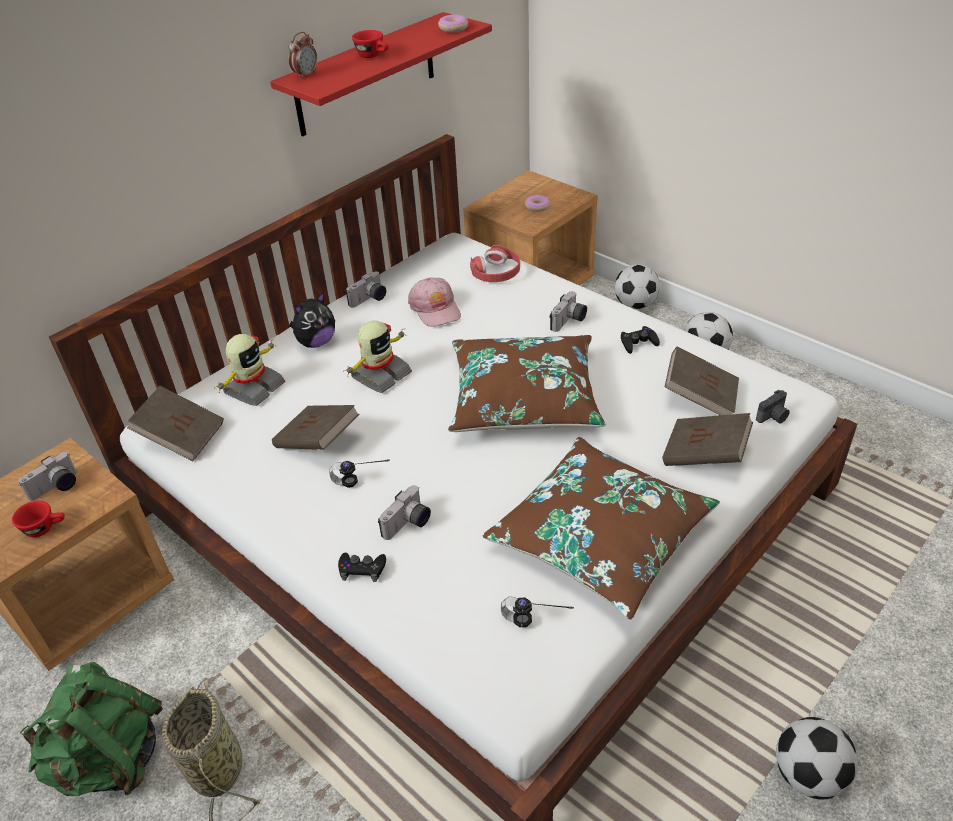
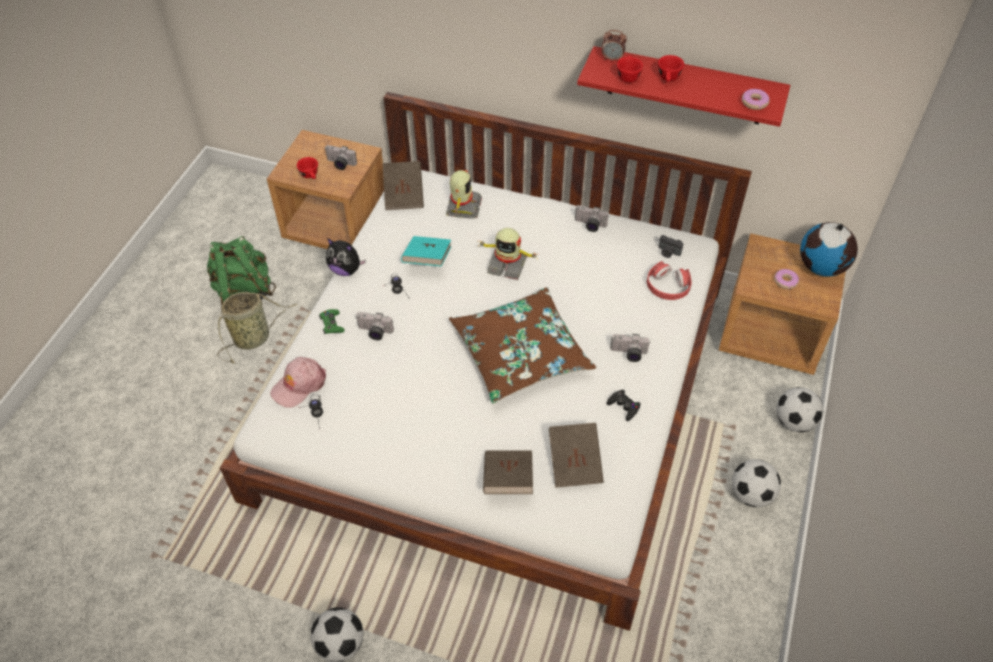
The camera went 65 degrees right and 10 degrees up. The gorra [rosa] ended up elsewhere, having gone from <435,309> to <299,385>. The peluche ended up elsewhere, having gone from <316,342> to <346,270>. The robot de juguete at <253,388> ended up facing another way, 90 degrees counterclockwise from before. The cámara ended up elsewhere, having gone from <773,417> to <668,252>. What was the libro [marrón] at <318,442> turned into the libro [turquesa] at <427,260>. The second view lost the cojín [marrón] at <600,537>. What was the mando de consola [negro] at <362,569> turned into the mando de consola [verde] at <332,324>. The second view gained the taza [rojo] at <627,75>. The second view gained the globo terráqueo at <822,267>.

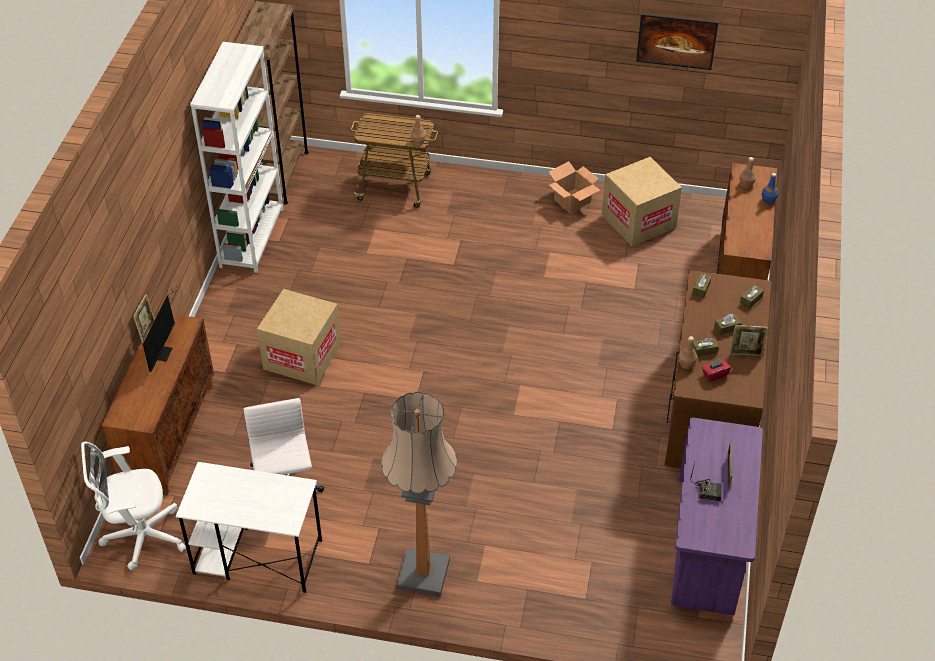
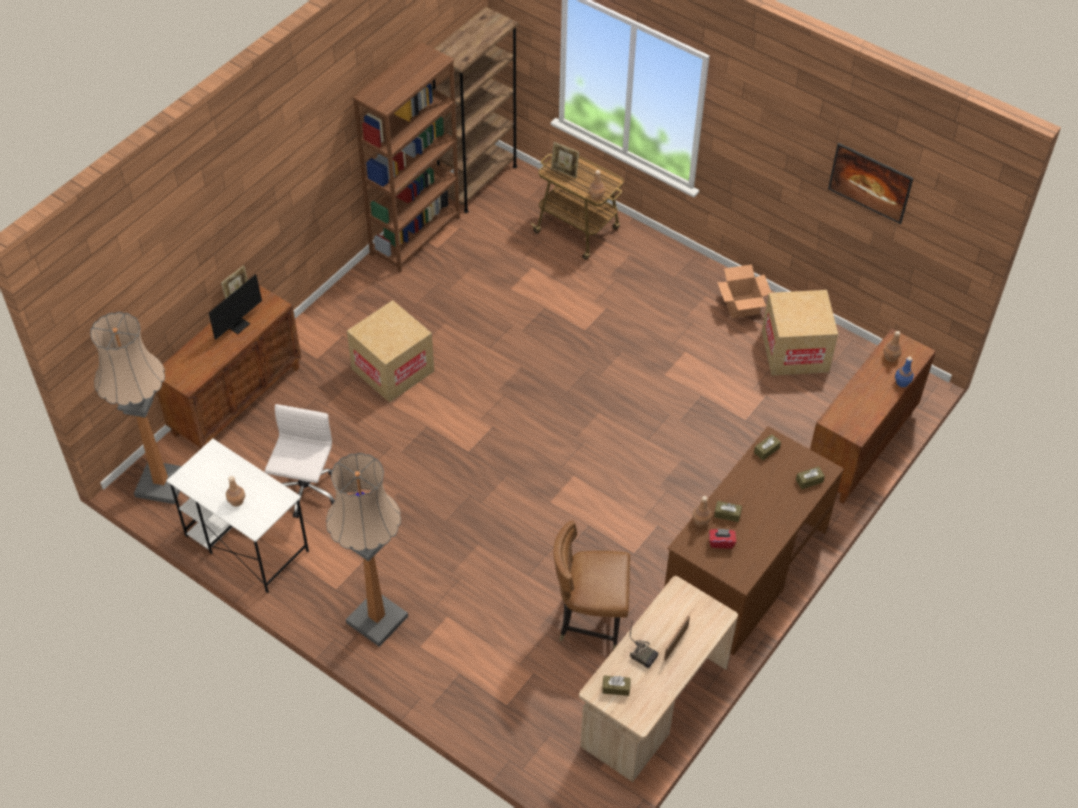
The camera went 25 degrees right and 5 degrees up. What was the estantería [blanco] at <252,238> turned into the estantería [marrón] at <415,236>. The caja de pañuelos [marrón] ended up elsewhere, having gone from <727,328> to <616,688>. The portarretratos ended up elsewhere, having gone from <745,353> to <564,172>. What was the escritorio [morado] at <708,545> turned into the escritorio [beis] at <653,705>. Where the silla de oficina [blanco] stood at <140,536>, the lámpara de pie came to stand at <161,484>. The second view gained the botella [marrón] at <237,501>. The second view gained the silla [marrón] at <590,620>.

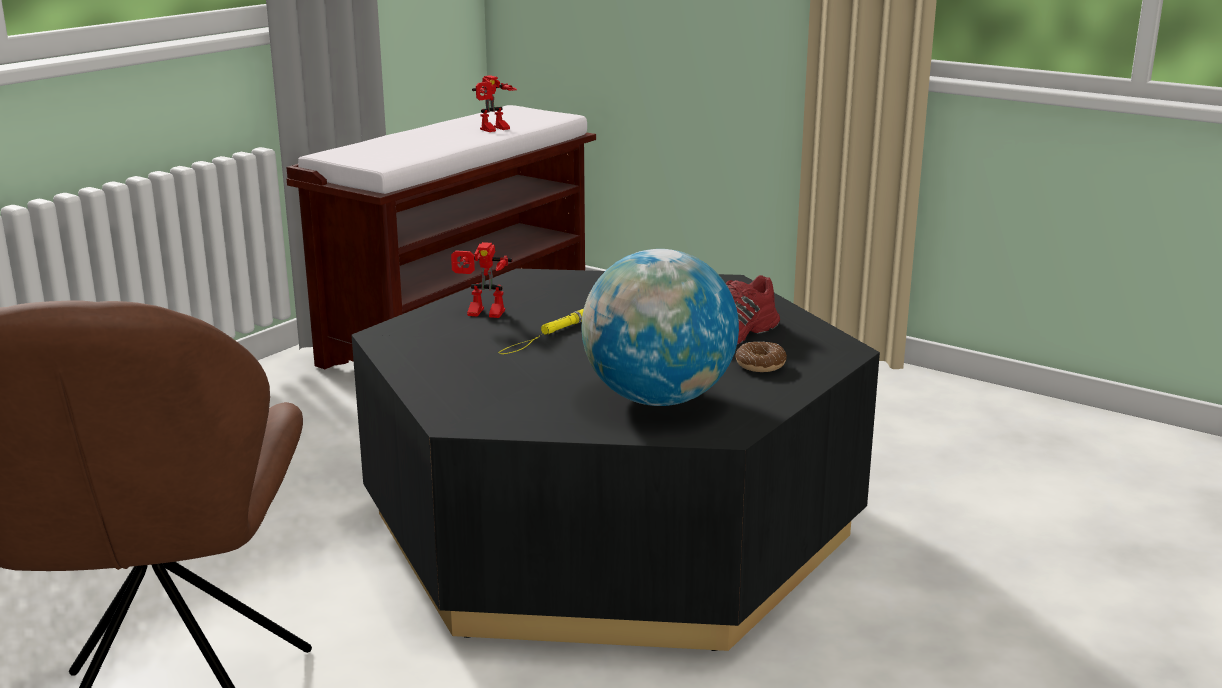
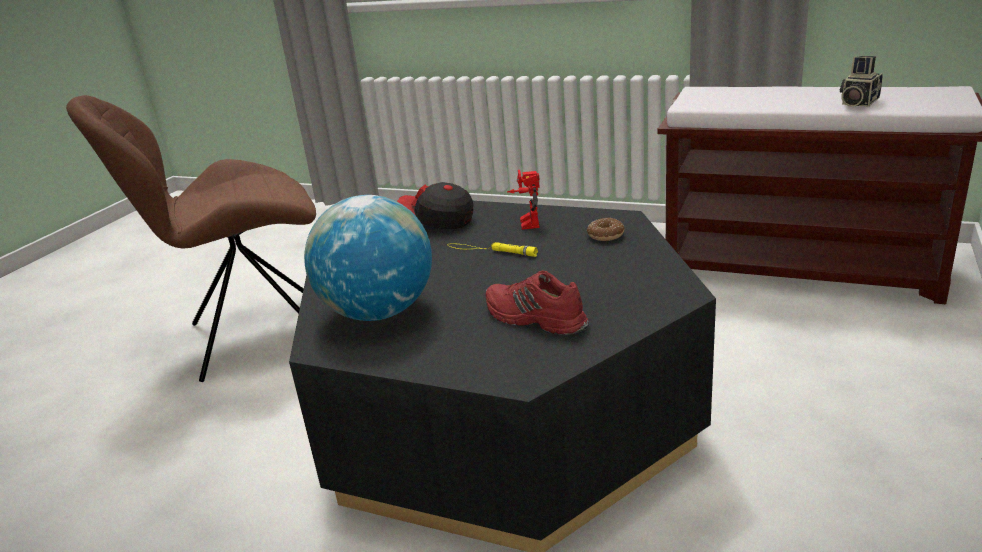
The camera went 80 degrees right and 5 degrees up. Where the robot de juguete stood at <495,130>, the cámara came to stand at <857,103>. The rosquilla ended up elsewhere, having gone from <760,365> to <605,235>. The second view gained the gorra at <437,221>.

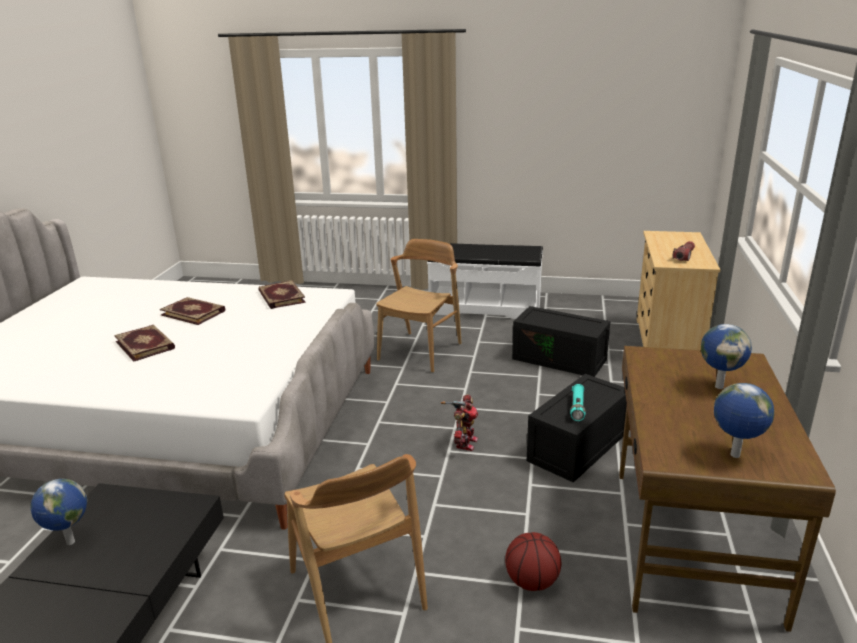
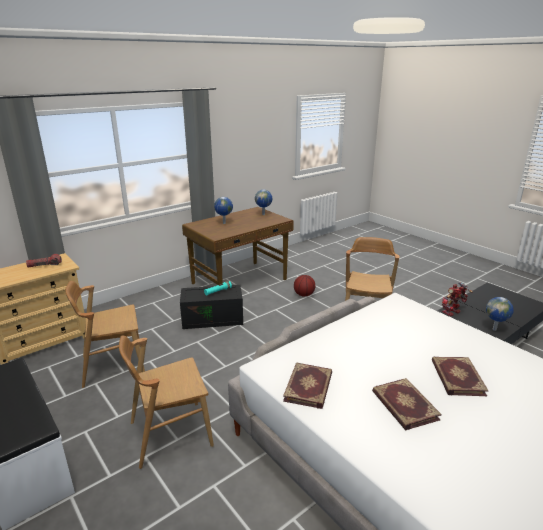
The camera went 140 degrees left and 0 degrees up. Where the caja de almacenaje [negro] stood at <561,359>, the silla [marrón] came to stand at <113,365>. The robot de juguete ended up elsewhere, having gone from <464,443> to <452,312>.

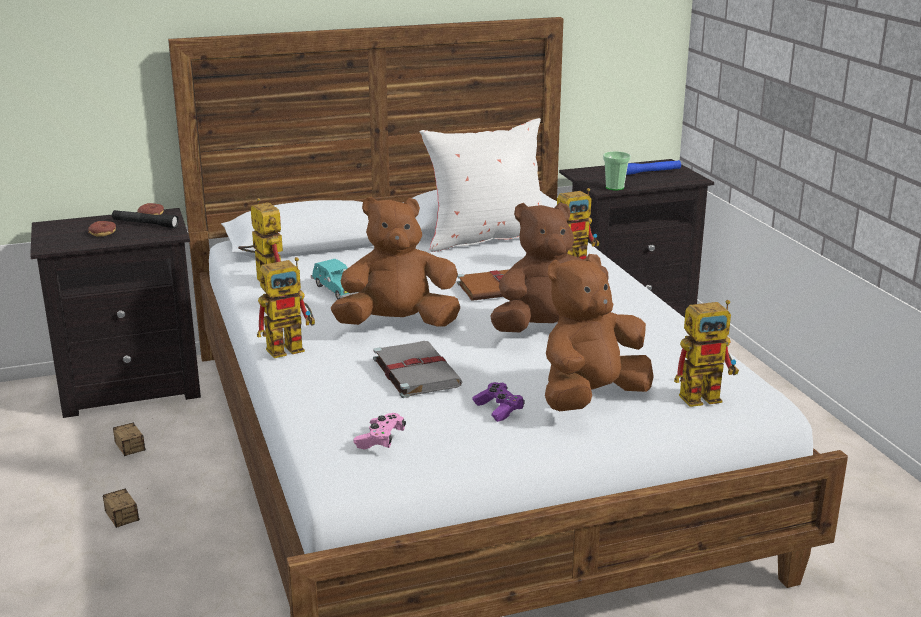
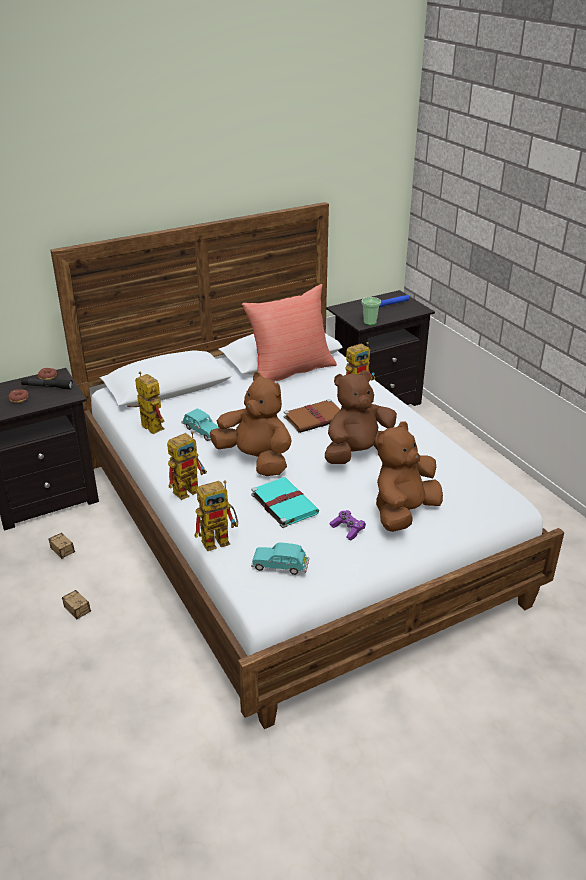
The camera went 10 degrees left and 10 degrees up. What was the cojín [blanco] at <487,238> turned into the cojín [rojo] at <290,371>. The peluche [marrón] at <397,324> ended up facing another way, 60 degrees clockwise from before. The robot de juguete ended up elsewhere, having gone from <707,395> to <220,539>. What was the libro [gris] at <415,371> turned into the libro [turquesa] at <283,503>. Where the mando de consola [rosa] stood at <380,440>, the coche de juguete [turquesa] came to stand at <280,566>.

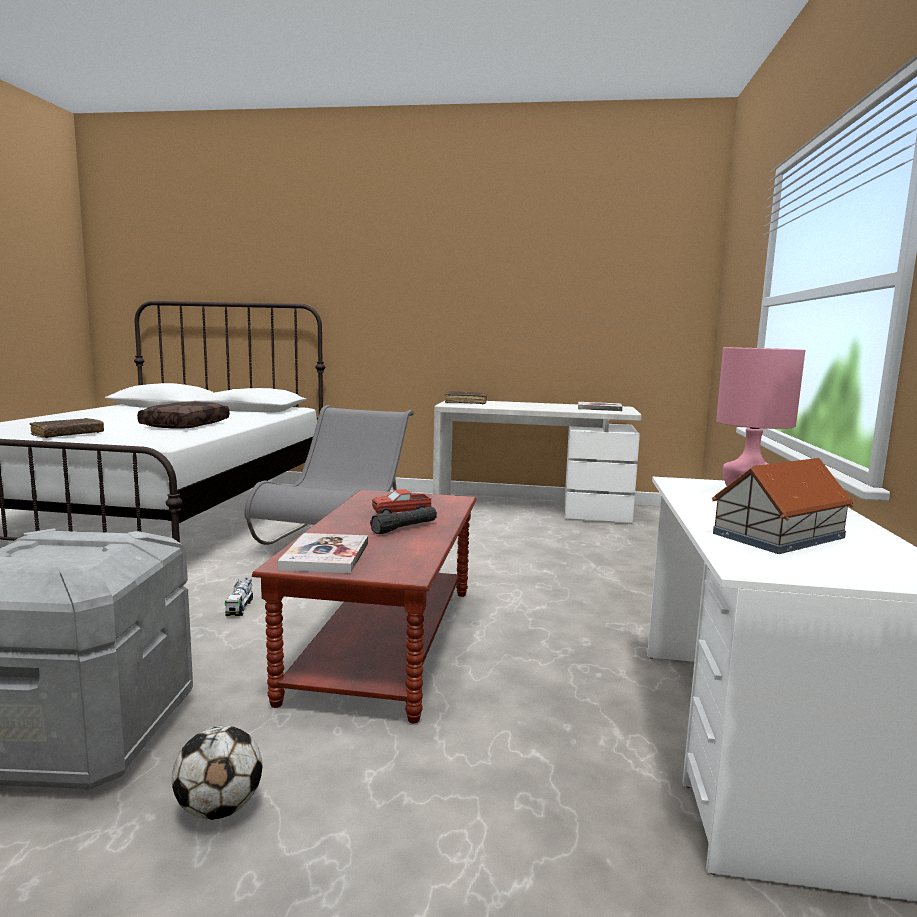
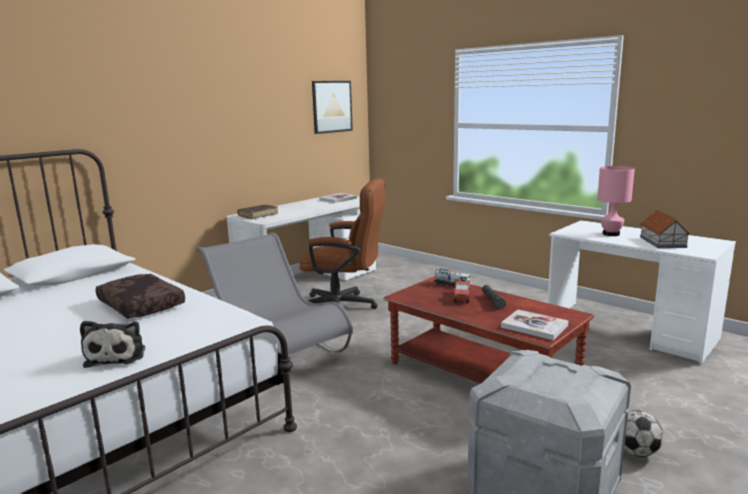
The camera went 55 degrees left and 5 degrees up. Where the libro [marrón] stood at <68,435>, the peluche came to stand at <117,355>. The camión de juguete ended up elsewhere, having gone from <240,607> to <451,285>. The second view gained the cuadro at <332,106>. The second view gained the silla de oficina [marrón] at <344,306>.

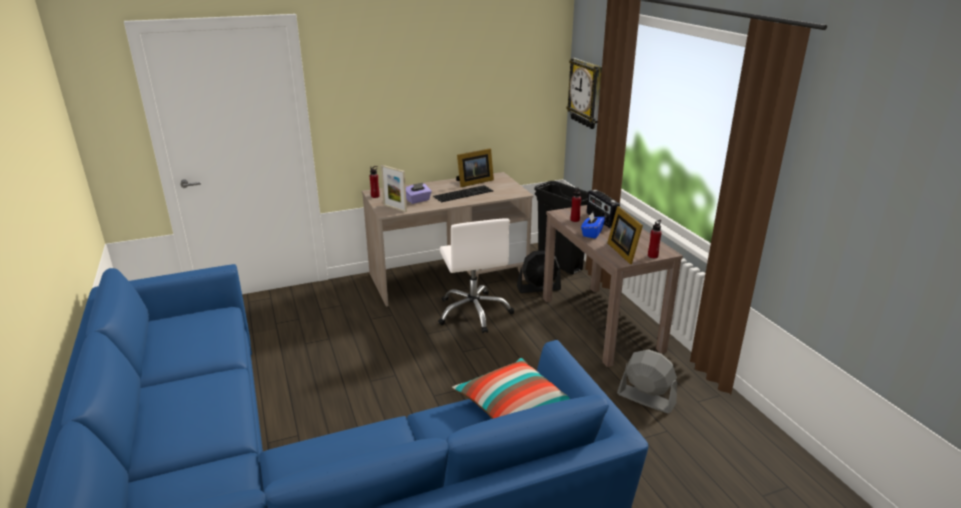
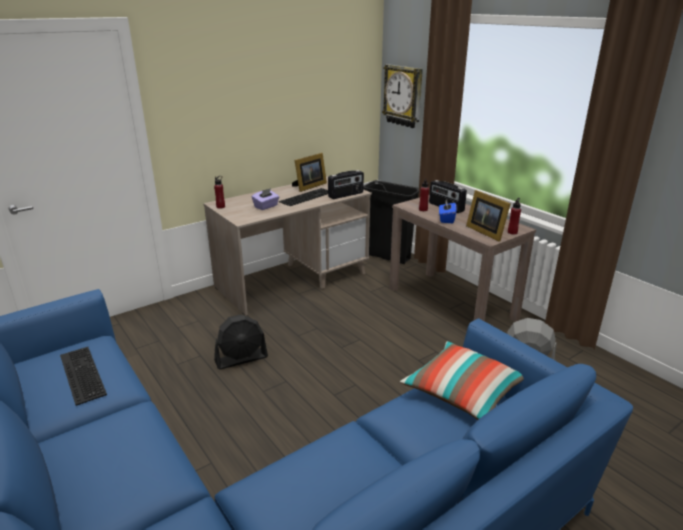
The camera went 15 degrees left and 0 degrees up. The second view lost the portarretratos at <395,208>. The second view lost the silla de oficina [blanco] at <474,312>. The ventilador [negro] ended up elsewhere, having gone from <538,288> to <241,359>. The second view gained the radio at <346,195>. The second view gained the teclado at <80,374>.

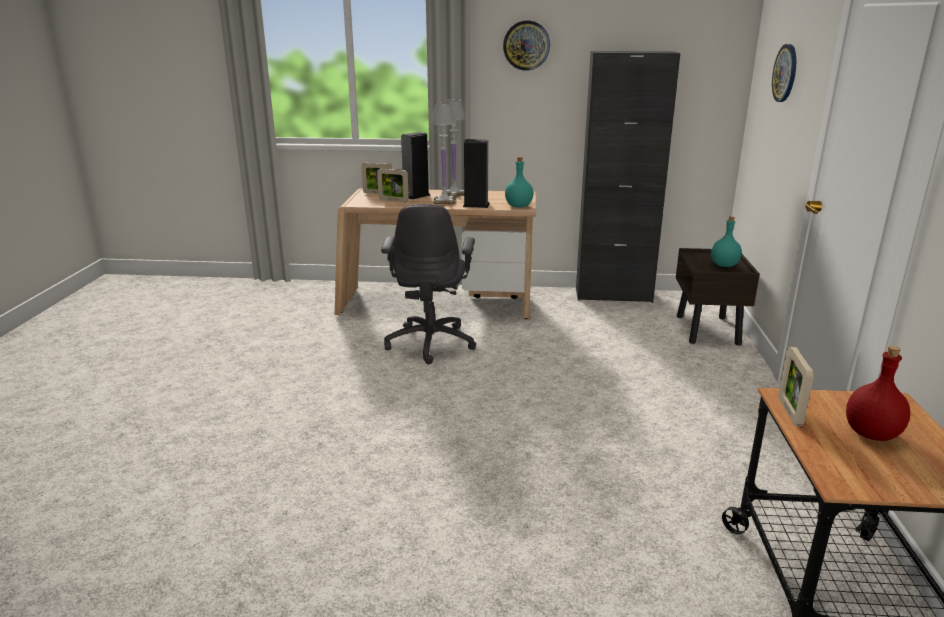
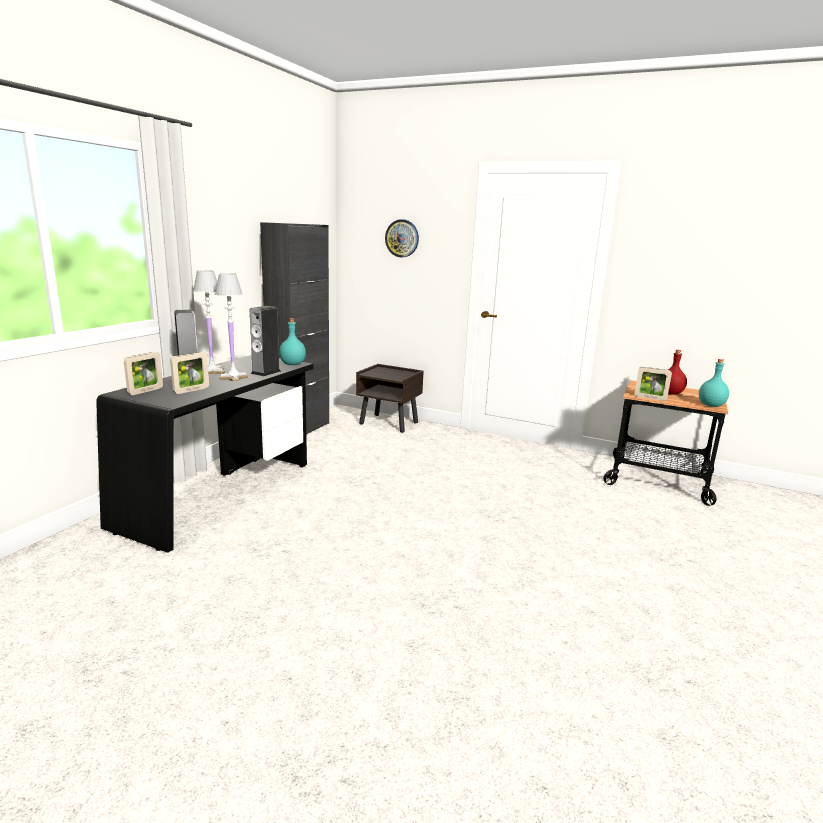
The camera went 70 degrees left and 5 degrees down. The second view lost the reloj de pared at <526,45>. What was the escritorio [beis] at <437,306> turned into the escritorio [negro] at <221,495>. The second view lost the silla de oficina [gris] at <431,342>. The botella [turquesa] ended up elsewhere, having gone from <725,265> to <711,405>.

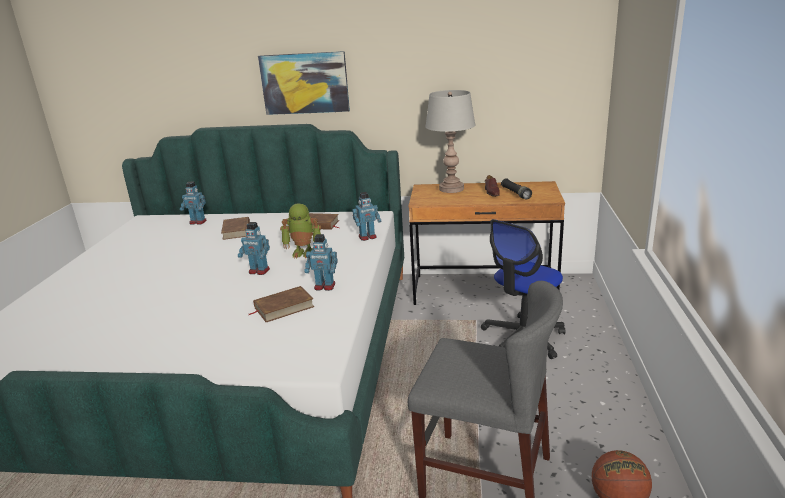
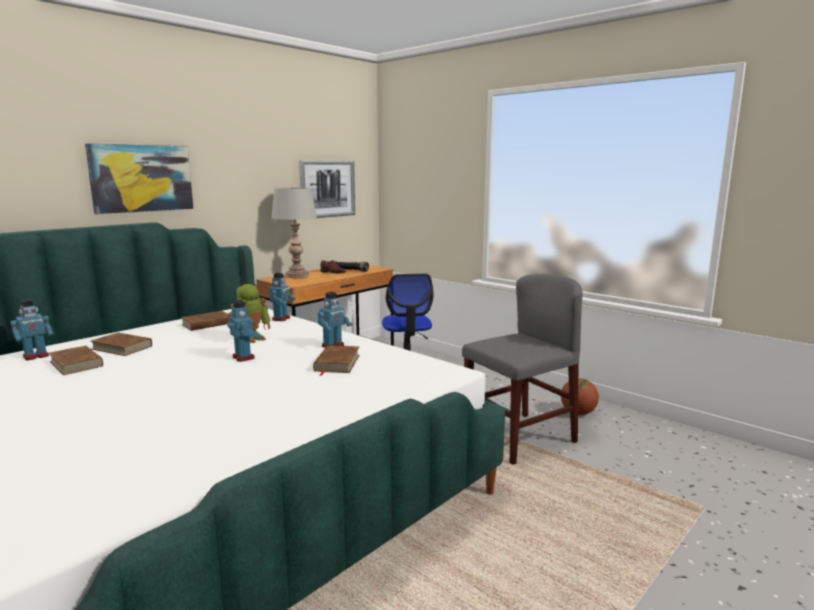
The camera went 55 degrees left and 10 degrees down. The robot de juguete at <259,271> ended up facing another way, 90 degrees counterclockwise from before. The second view gained the cuadro at <327,189>. The second view gained the libro [marrón] at <76,364>.

